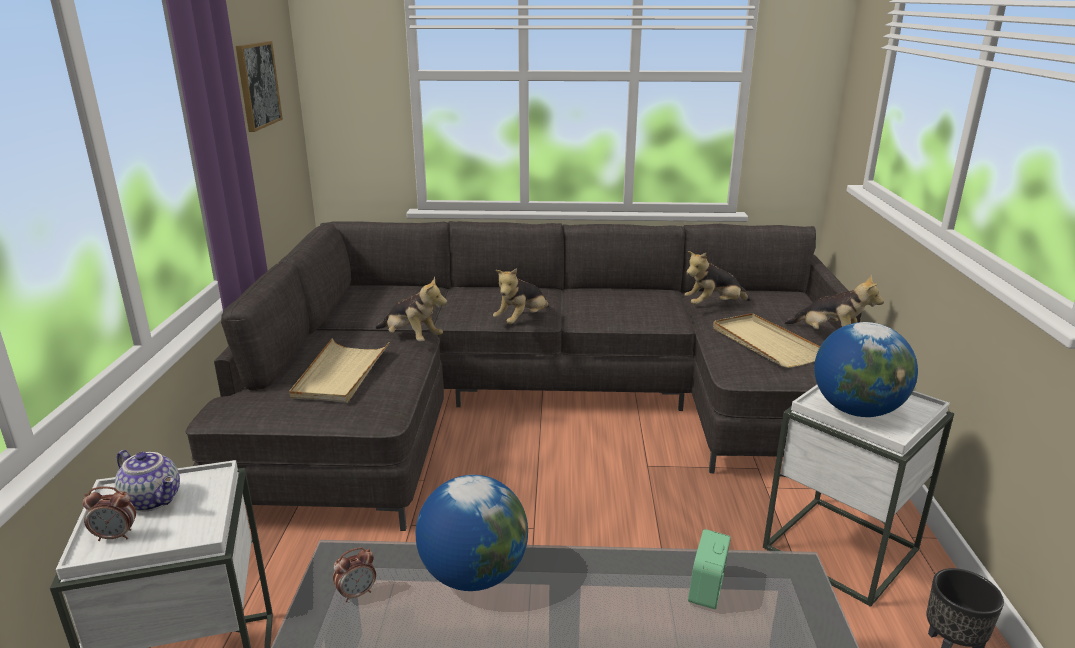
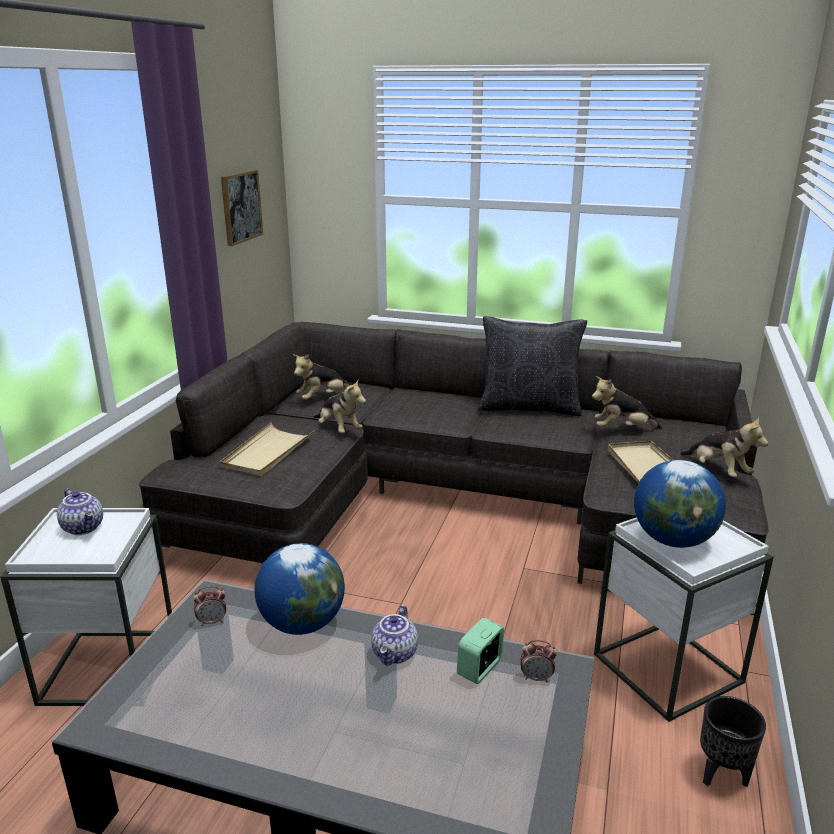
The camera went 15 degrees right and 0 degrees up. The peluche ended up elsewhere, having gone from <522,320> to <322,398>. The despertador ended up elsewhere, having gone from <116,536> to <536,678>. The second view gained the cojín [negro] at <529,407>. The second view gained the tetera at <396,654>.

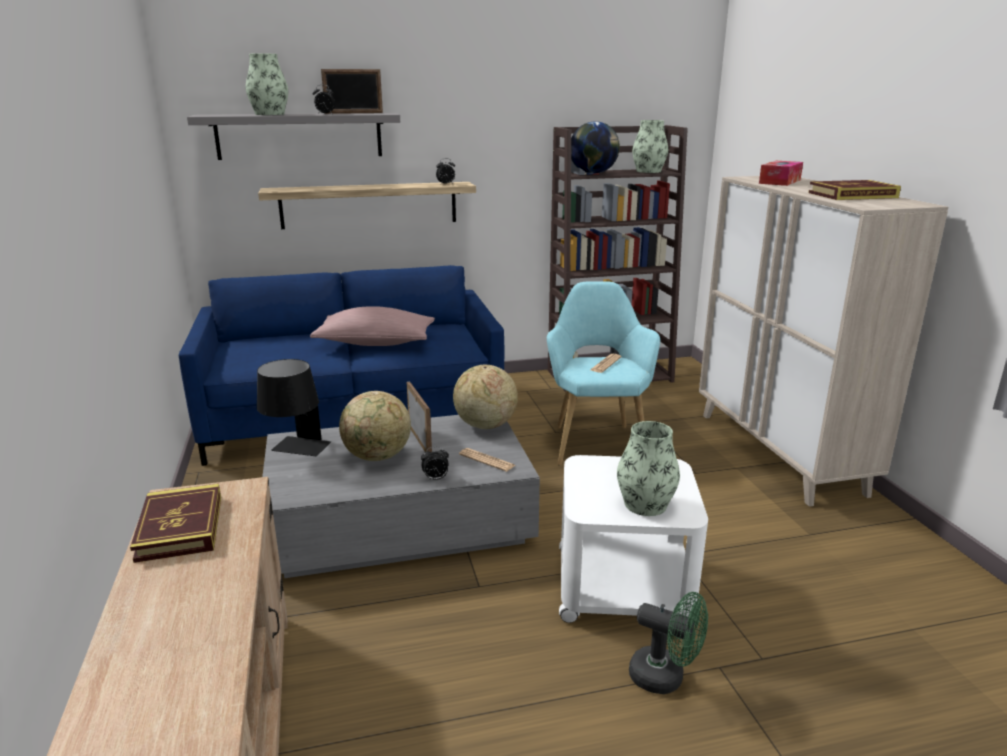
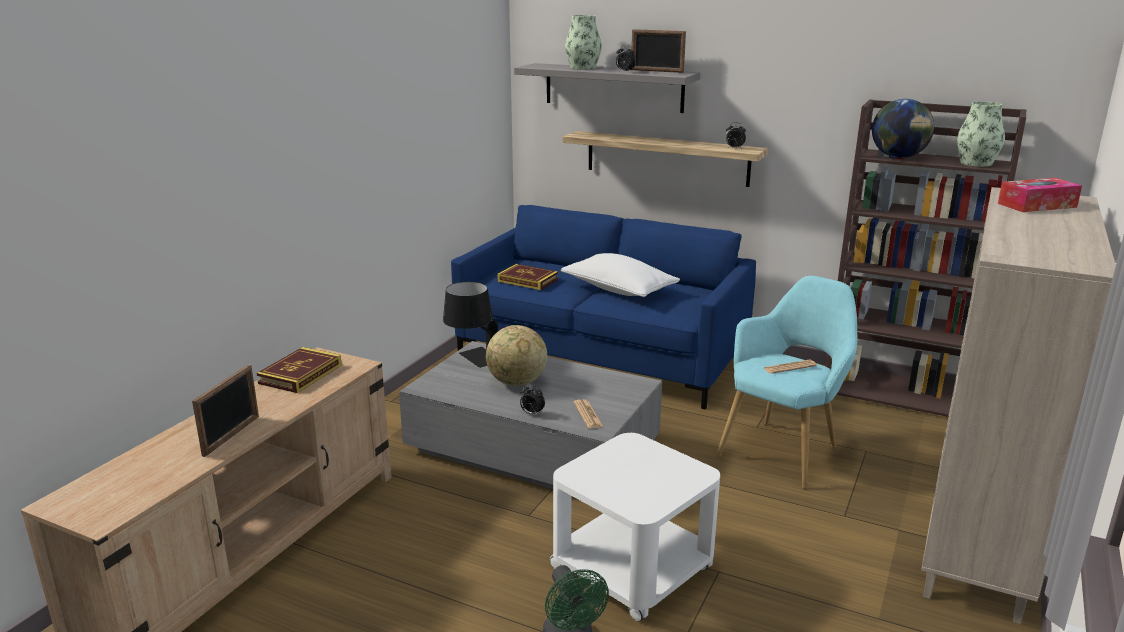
The camera went 40 degrees right and 0 degrees up. The libro ended up elsewhere, having gone from <852,195> to <528,280>. What was the cojín [rosa] at <375,343> turned into the cojín [blanco] at <619,290>. The second view lost the globo terráqueo at <485,425>. The portarretratos ended up elsewhere, having gone from <420,440> to <232,435>. The second view lost the florero at <645,504>.

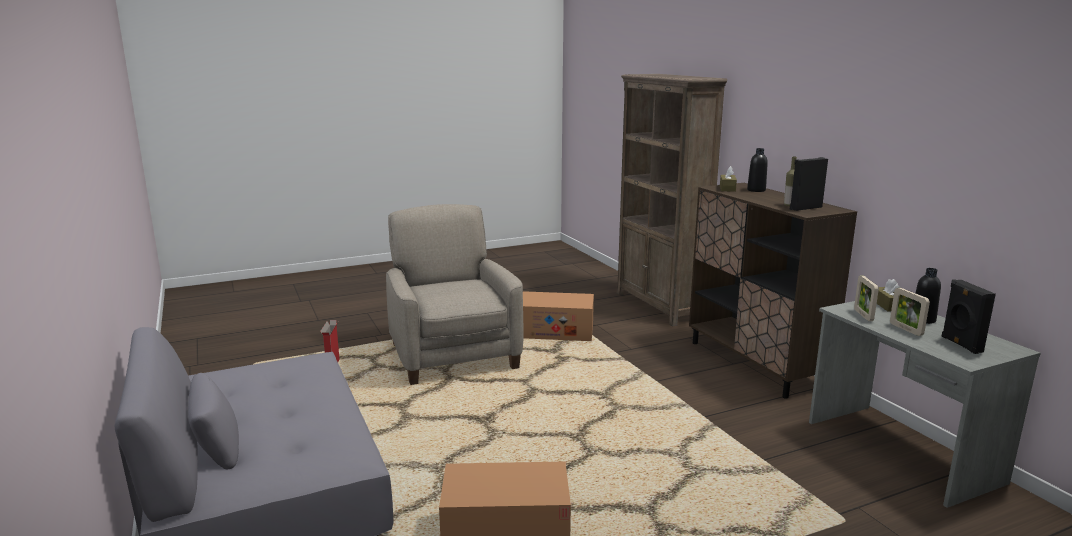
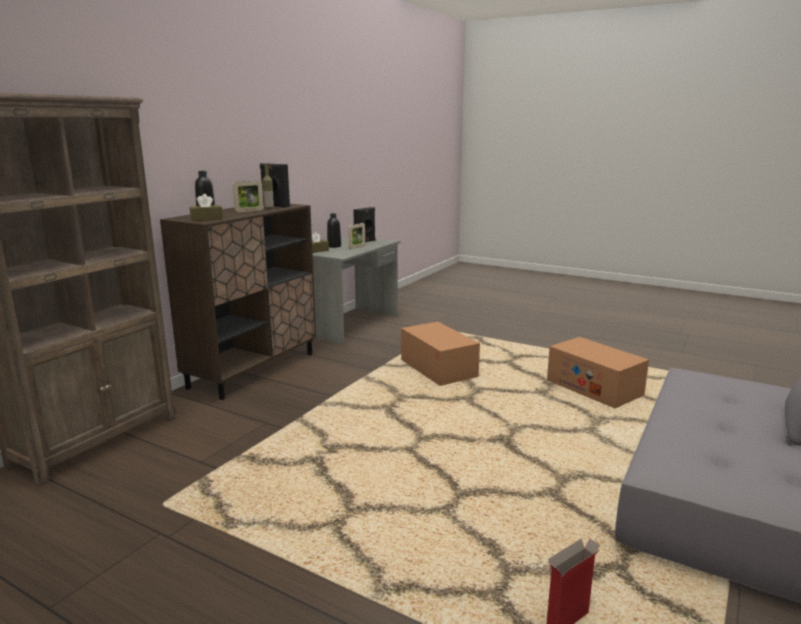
The camera went 125 degrees left and 0 degrees up. The second view lost the sillón [beis] at <453,355>. The portarretratos ended up elsewhere, having gone from <863,315> to <249,211>. The caja de cartón ended up elsewhere, having gone from <556,332> to <438,368>.

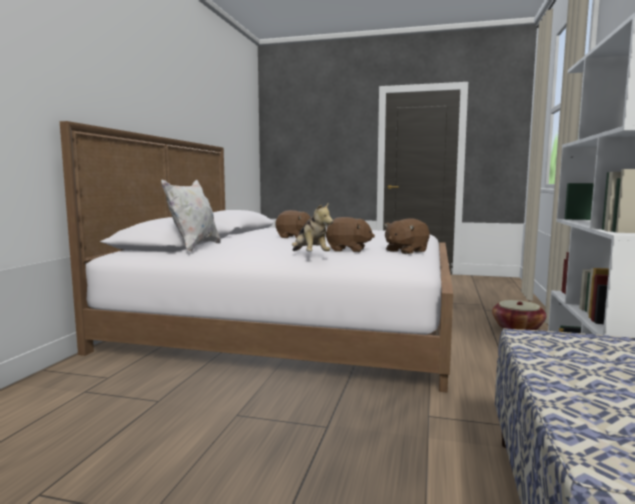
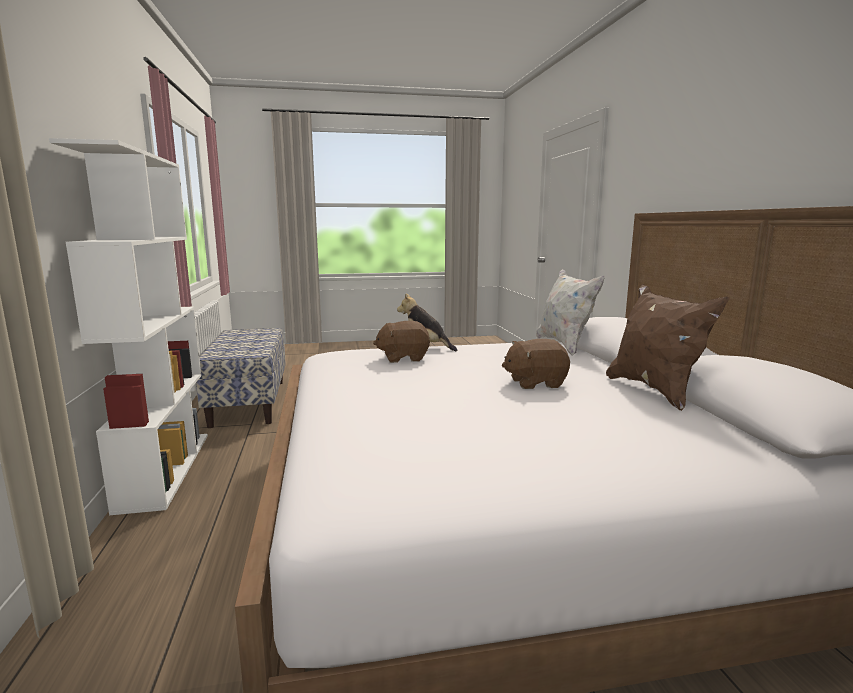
The camera went 155 degrees right and 5 degrees up. The second view lost the peluche [marrón] at <405,251>. The second view lost the cesta at <517,328>. The second view gained the cojín [marrón] at <654,390>.

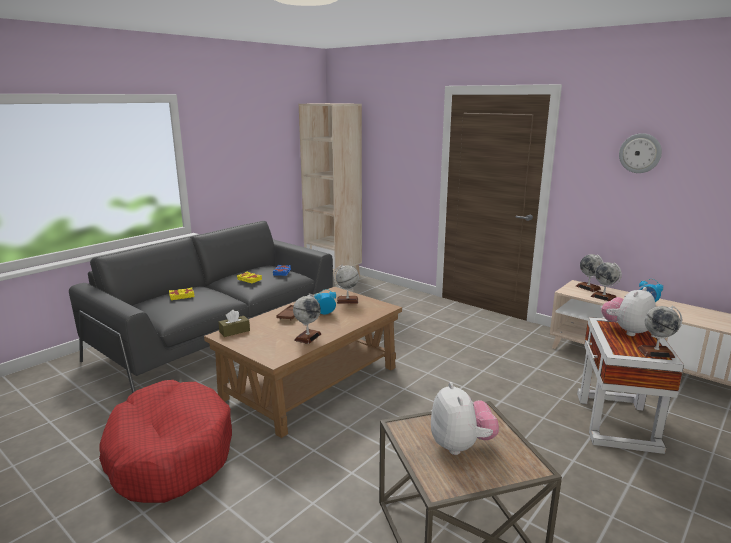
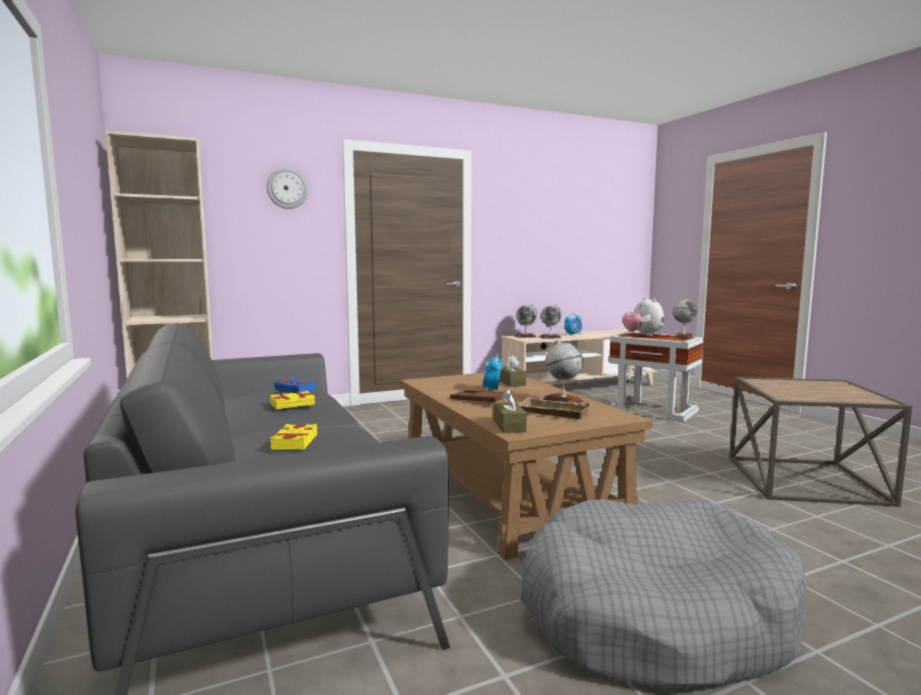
The camera went 65 degrees left and 10 degrees down. The reloj de pared ended up elsewhere, having gone from <640,153> to <287,188>. The second view lost the globo terráqueo at <347,300>. What was the cama para perro [rojo] at <169,453> turned into the cama para perro [gris] at <654,617>. The second view lost the peluche at <461,446>. The second view gained the caja de pañuelos [marrón] at <511,382>. The second view gained the bandeja [beis] at <552,413>.

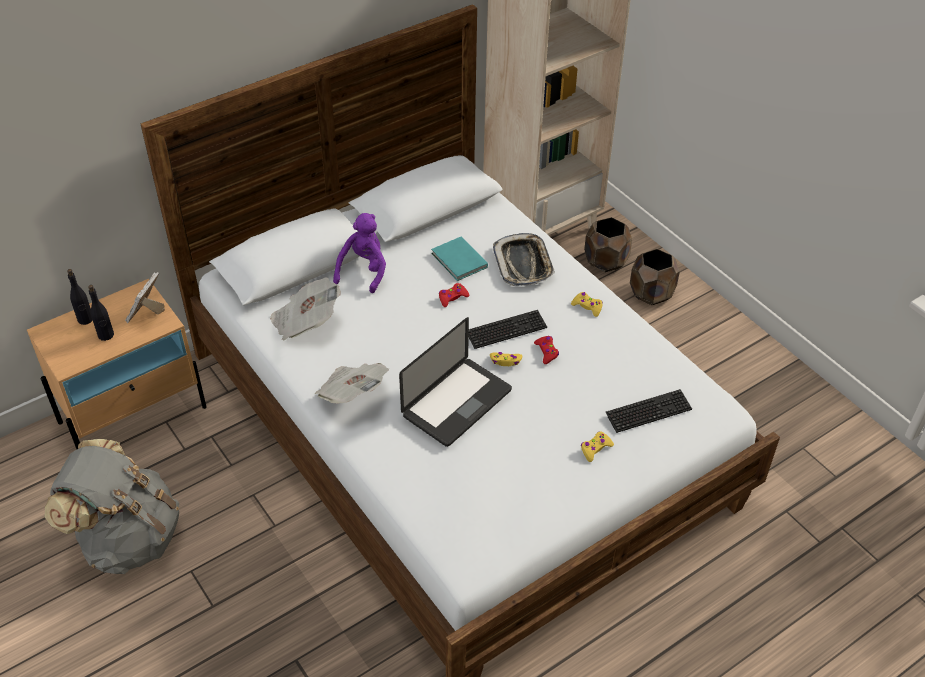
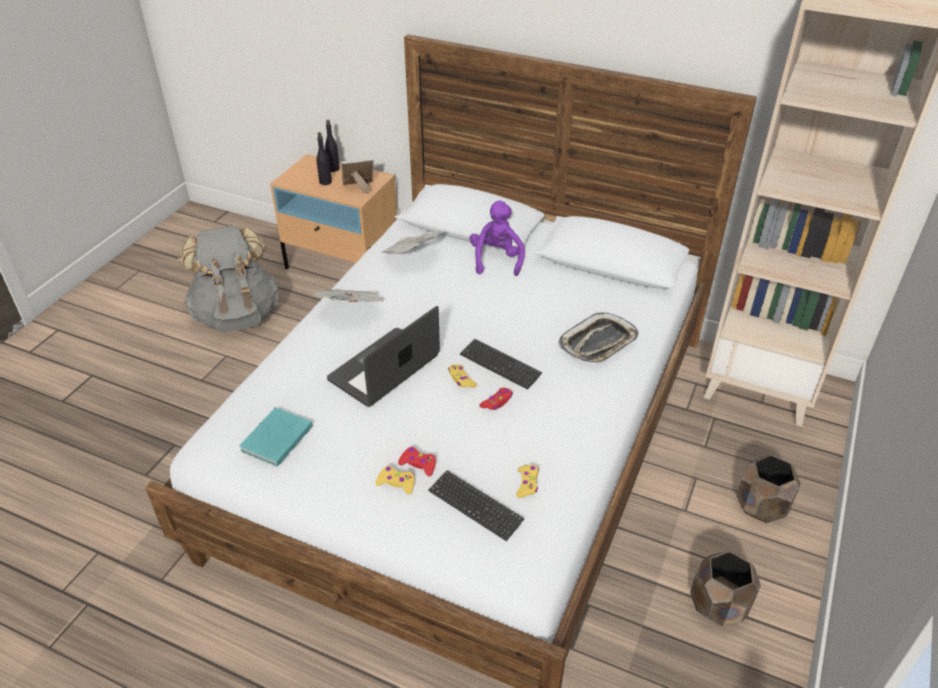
The camera went 60 degrees right and 5 degrees down. The peluche [morado] at <363,270> ended up facing another way, 75 degrees counterclockwise from before. The maceta [marrón] ended up elsewhere, having gone from <606,261> to <719,605>. The libro [turquesa] ended up elsewhere, having gone from <459,261> to <275,439>. The mando de consola [rojo] ended up elsewhere, having gone from <452,297> to <418,464>. The mando de consola [amarillo] ended up elsewhere, having gone from <587,306> to <527,484>. The portátil at <457,403> ended up facing another way, 120 degrees clockwise from before.

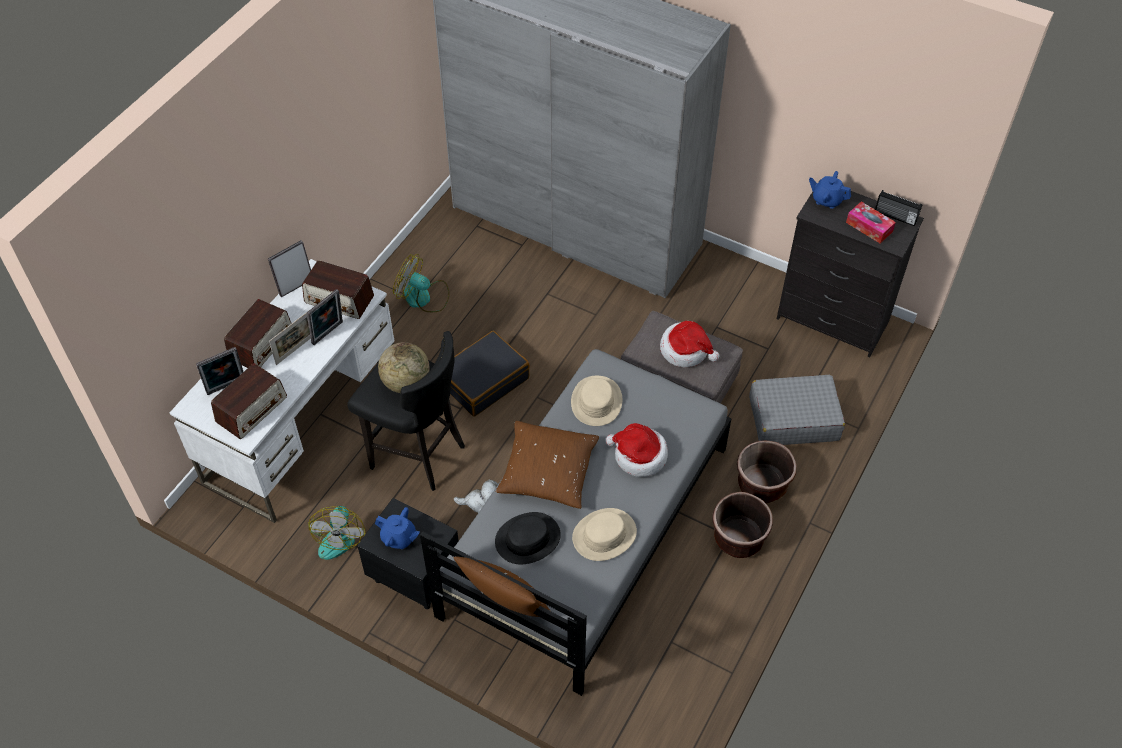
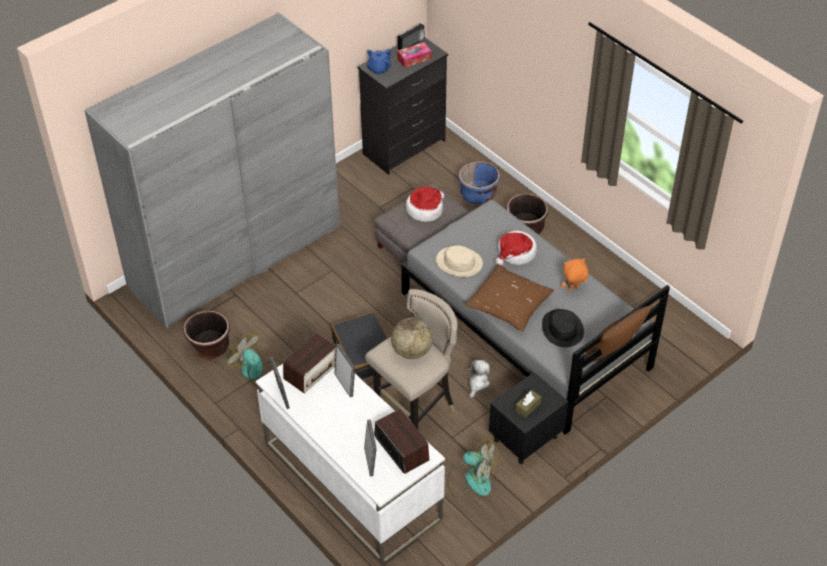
The camera went 70 degrees left and 5 degrees down. The ventilador at <423,297> ended up facing another way, 90 degrees clockwise from before. The second view lost the radio at <261,344>. The second view lost the portarretratos at <296,349>. What was the taburete [negro] at <417,454> turned into the taburete [beis] at <415,412>. Where the maleta [gris] stood at <793,418>, the maceta [azul] came to stand at <478,194>. The maceta [marrón] ended up elsewhere, having gone from <738,538> to <210,346>. Where the tetera [azul] stood at <399,538>, the caja de pañuelos [marrón] came to stand at <527,407>. Where the sombrero [beis] stood at <604,535>, the peluche [naranja] came to stand at <573,289>.

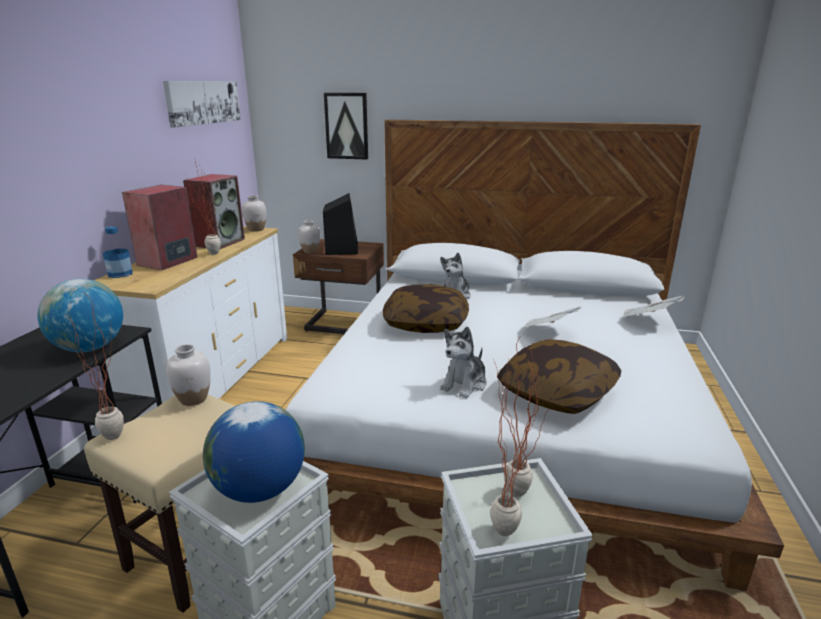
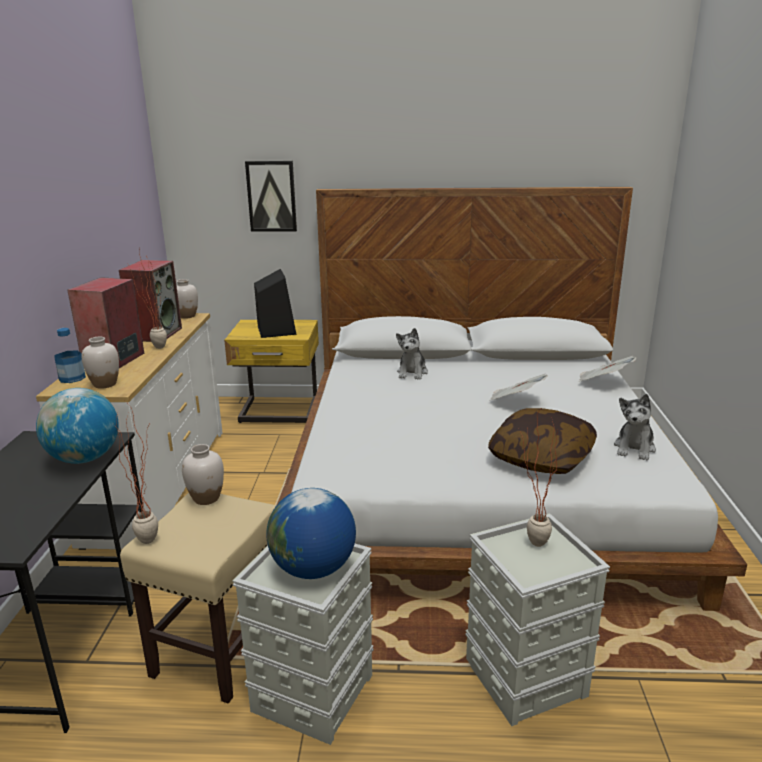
The camera went 10 degrees left and 0 degrees up. The second view lost the cuadro at <203,102>. The florero [blanco] ended up elsewhere, having gone from <310,251> to <105,384>. What was the mesita de noche [marrón] at <343,325> turned into the mesita de noche [amarillo] at <279,412>. The second view lost the cojín at <426,323>. The peluche ended up elsewhere, having gone from <465,384> to <634,448>. The second view lost the planta en maceta at <514,531>.

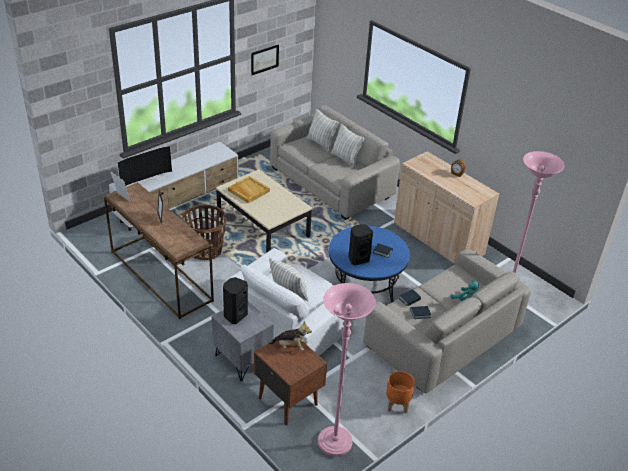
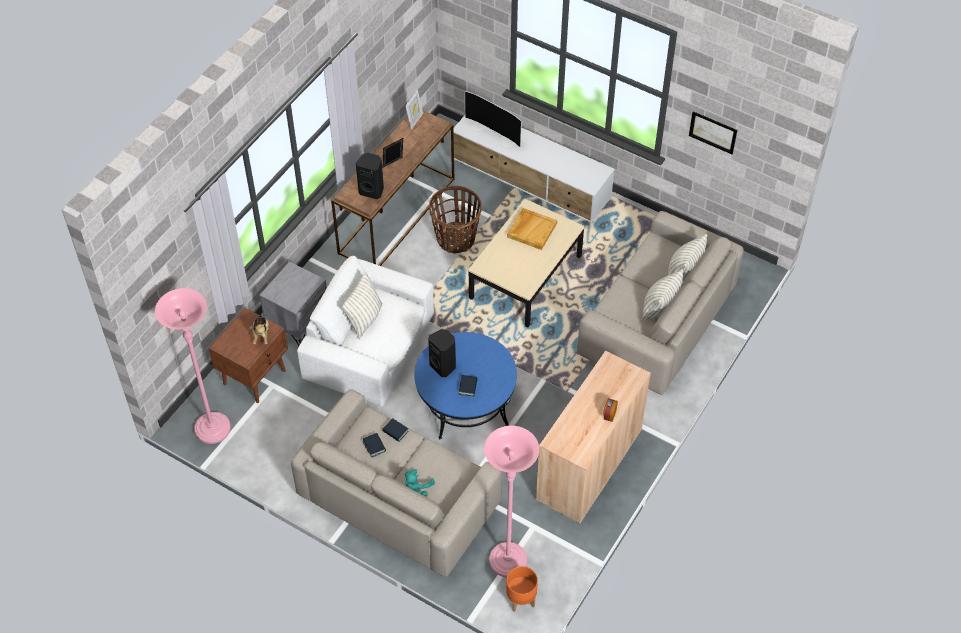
The camera went 75 degrees right and 15 degrees up. The altavoz [negro] ended up elsewhere, having gone from <235,315> to <372,190>. The maceta [naranja] ended up elsewhere, having gone from <397,405> to <520,599>.

